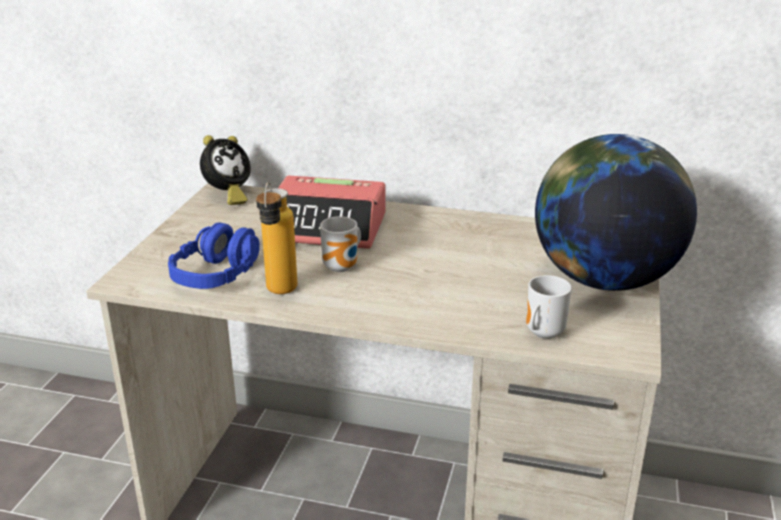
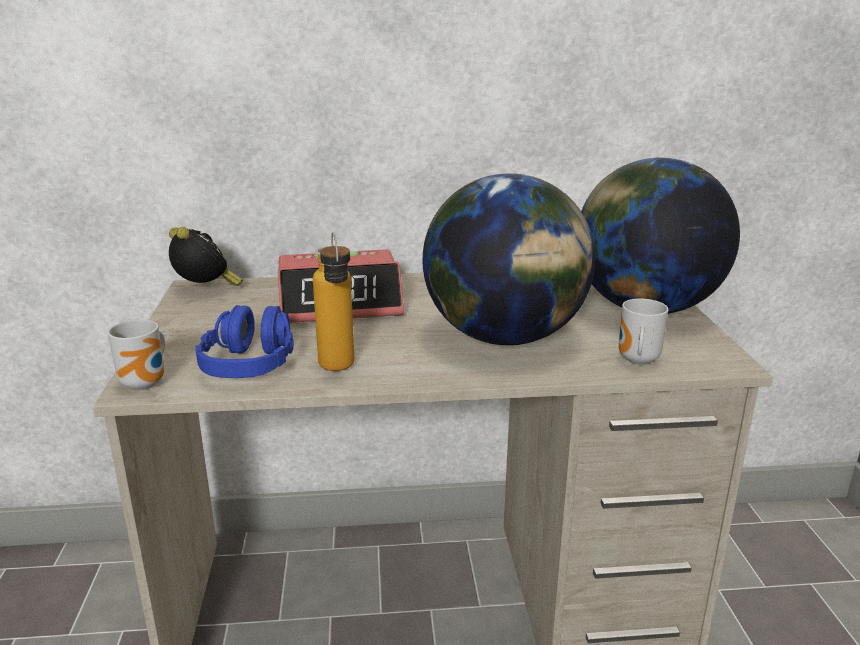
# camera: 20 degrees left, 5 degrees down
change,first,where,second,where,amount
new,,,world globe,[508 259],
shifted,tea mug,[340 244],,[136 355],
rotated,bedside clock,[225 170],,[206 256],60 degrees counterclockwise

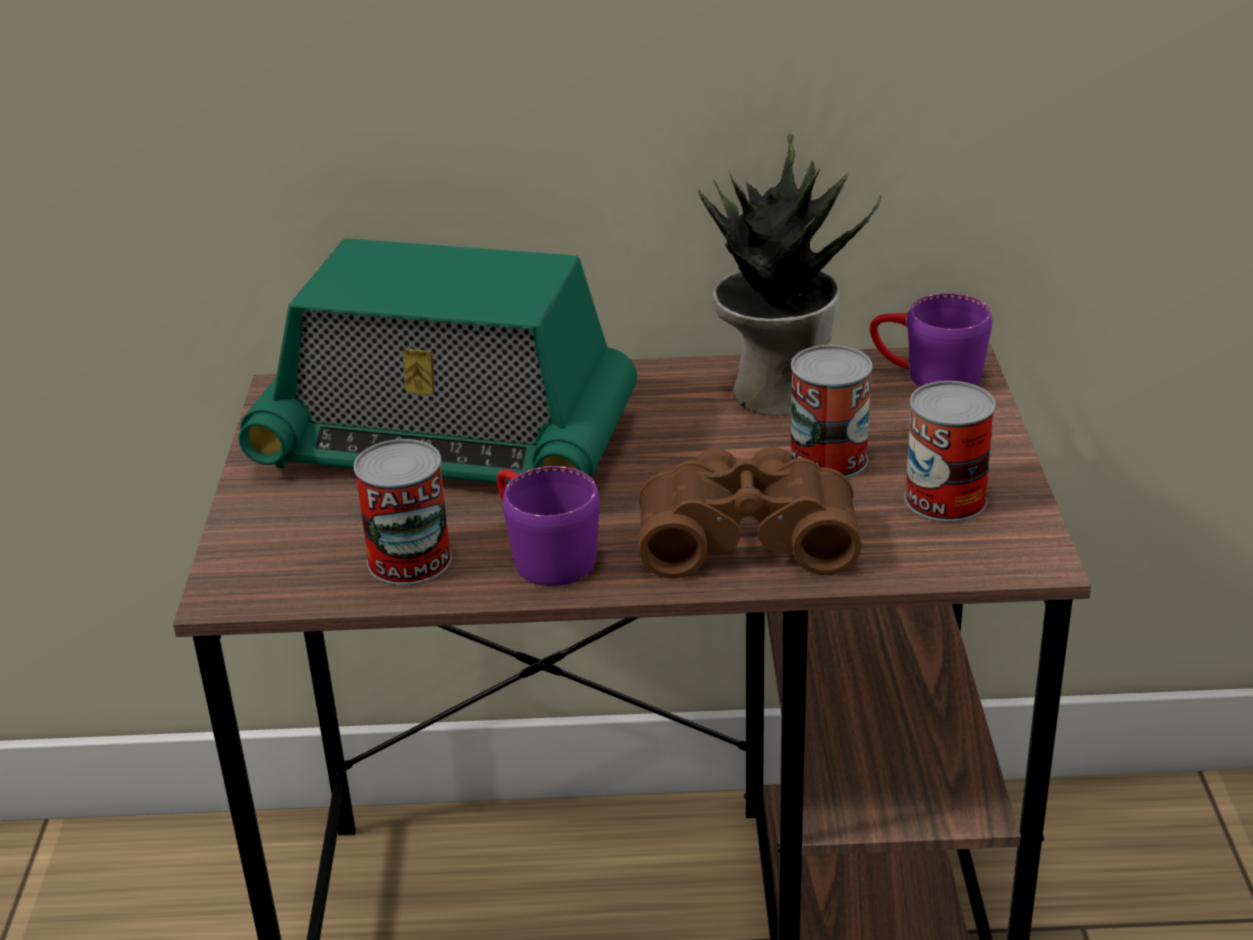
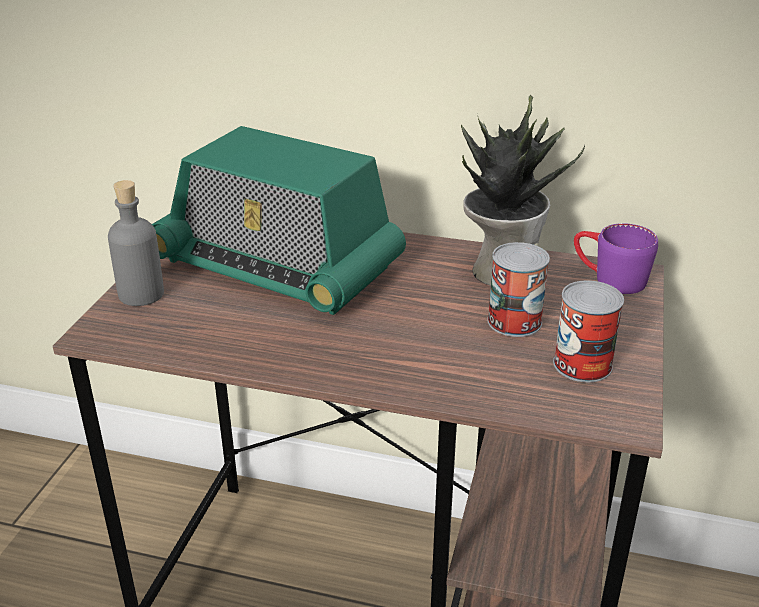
# camera: 15 degrees right, 0 degrees up
change,first,where,second,where,amount
gone,can,[403 512],,,
gone,purplish tea mug,[548 526],,,
gone,brown pair of binoculars,[750 512],,,
new,,,grey beverage bottle,[136 243],

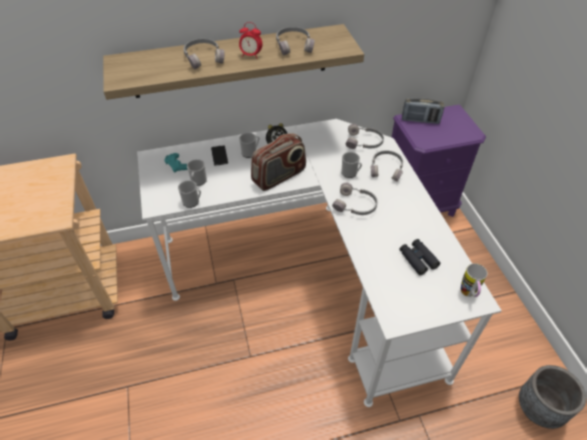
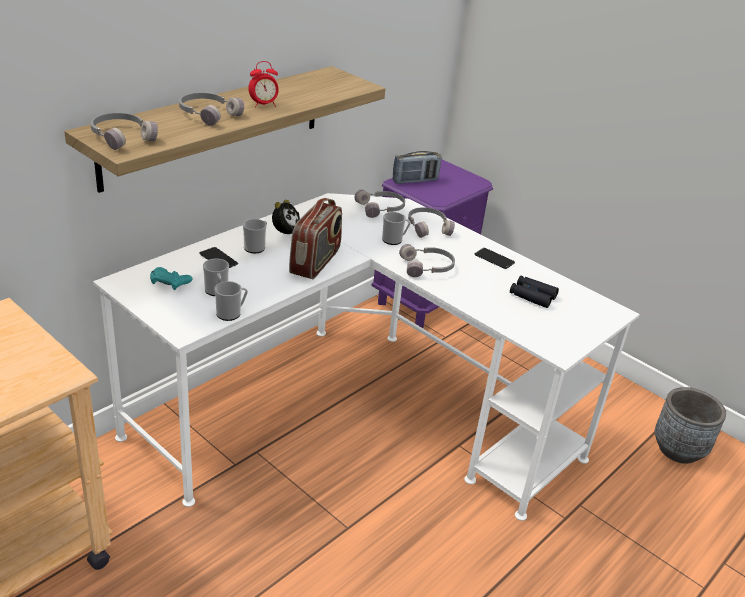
# camera: 35 degrees left, 15 degrees down
change,first,where,second,where,amount
gone,tea mug,[474 280],,,
new,,,telephone,[495 258],
shifted,grey headset,[295 41],,[124 131],

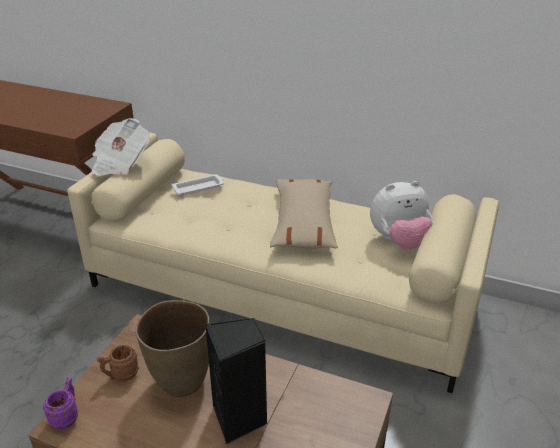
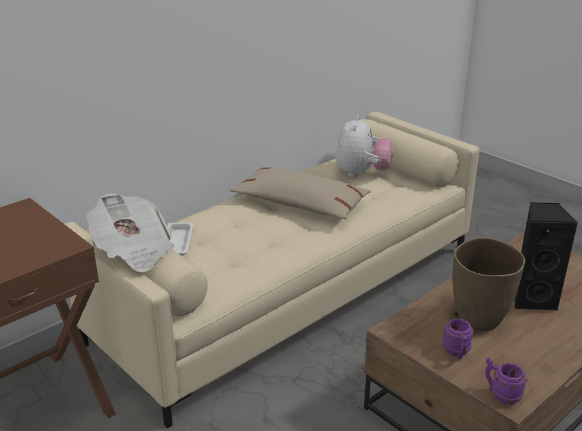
# camera: 65 degrees left, 5 degrees down
change,first,where,second,where,amount
repainted,brown tea mug,[118 363],purplish tea mug,[458 339],

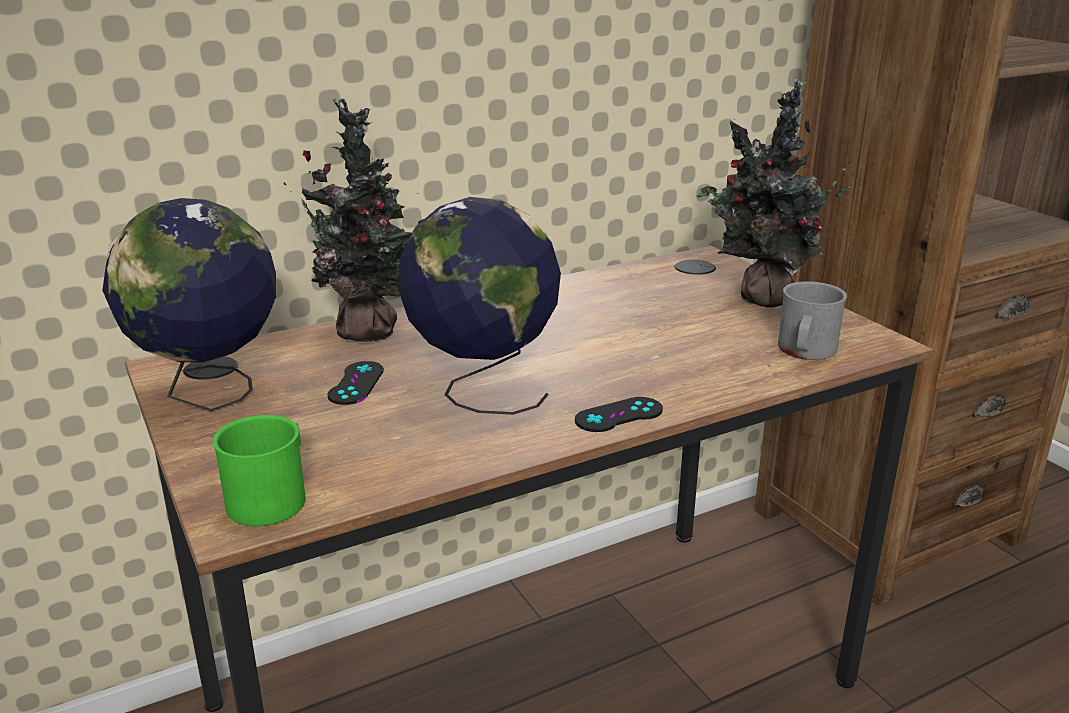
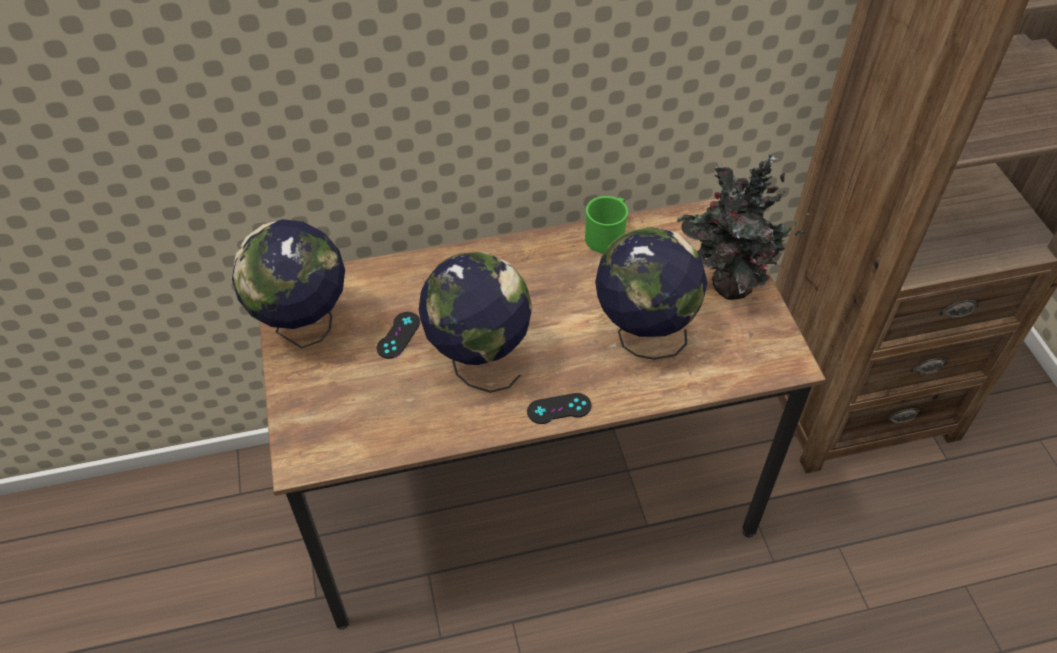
# camera: 15 degrees right, 25 degrees up
change,first,where,second,where,amount
gone,potted plant,[354 220],,,
gone,grey tea mug,[812 320],,,
new,,,world globe,[651 293],
shifted,greenish tea mug,[259 470],,[606 224],

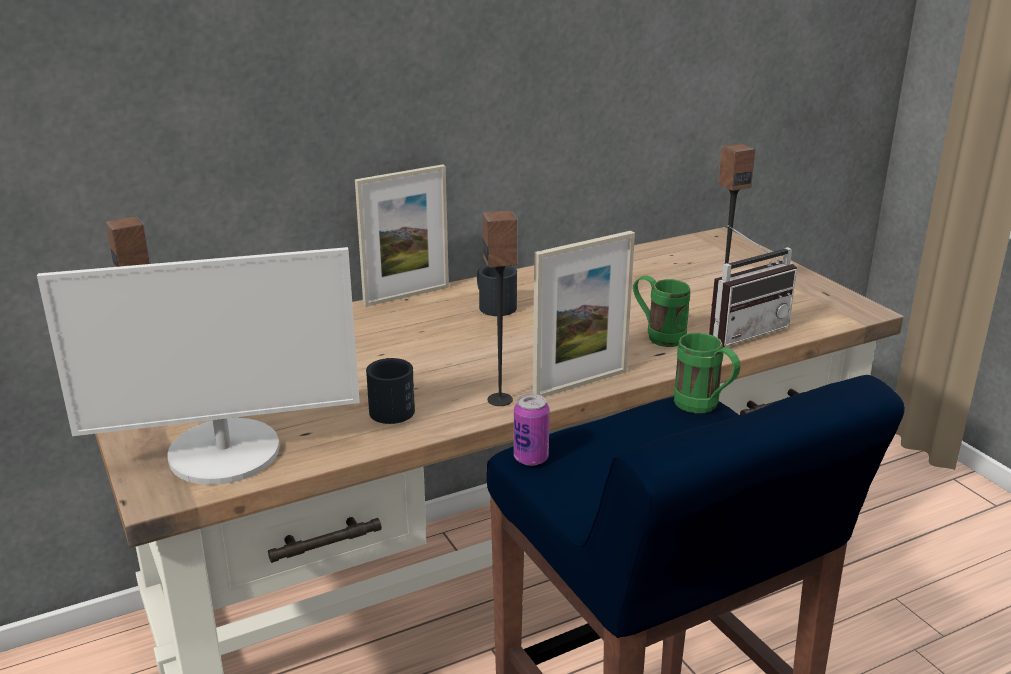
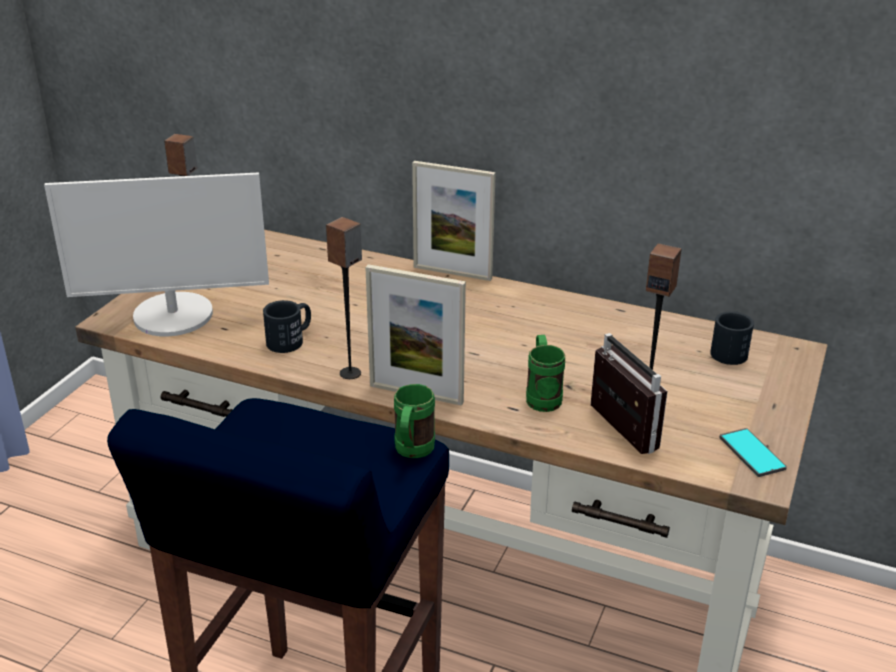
# camera: 50 degrees right, 5 degrees up
change,first,where,second,where,amount
gone,can,[532 430],,,
new,,,telephone,[753 452],
shifted,black-coloured tea mug,[497 290],,[732 338],
rotated,monitor,[198 366],,[156 254],45 degrees counterclockwise
rotated,radio set,[753 286],,[629 393],135 degrees counterclockwise

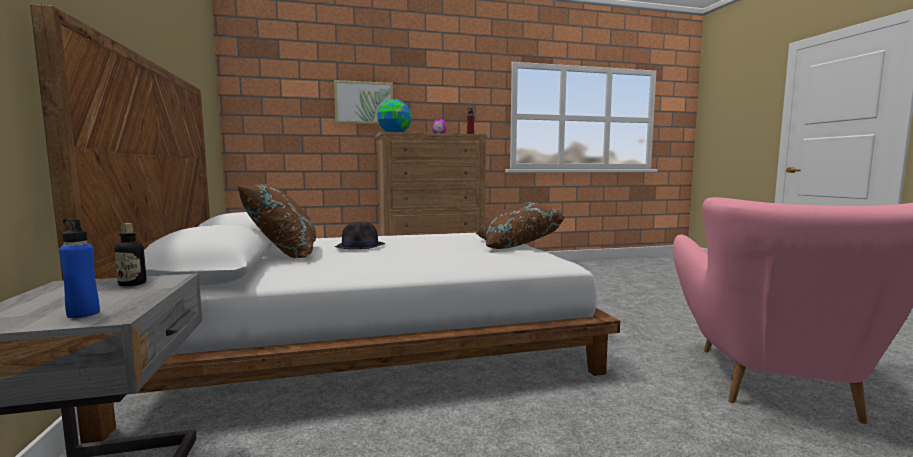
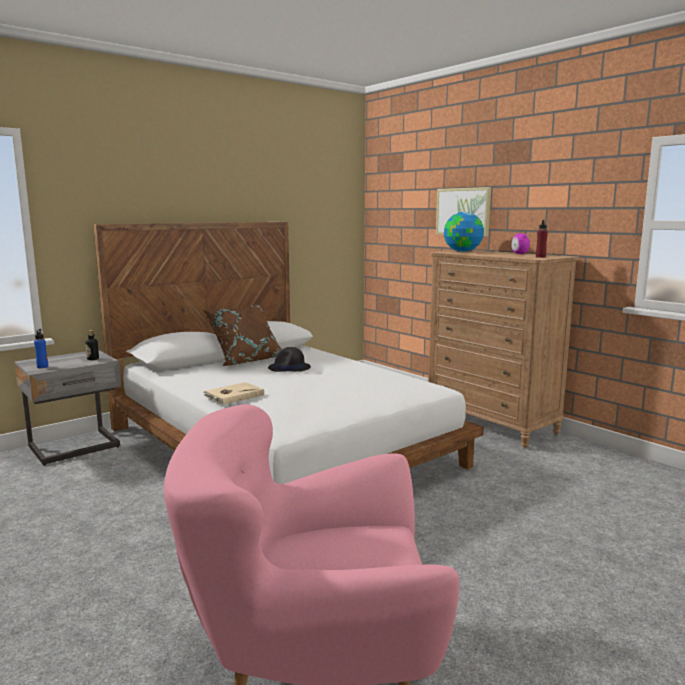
# camera: 65 degrees right, 5 degrees up
change,first,where,second,where,amount
gone,brown throw pillow,[520 225],,,
new,,,beige bound book,[233 393],

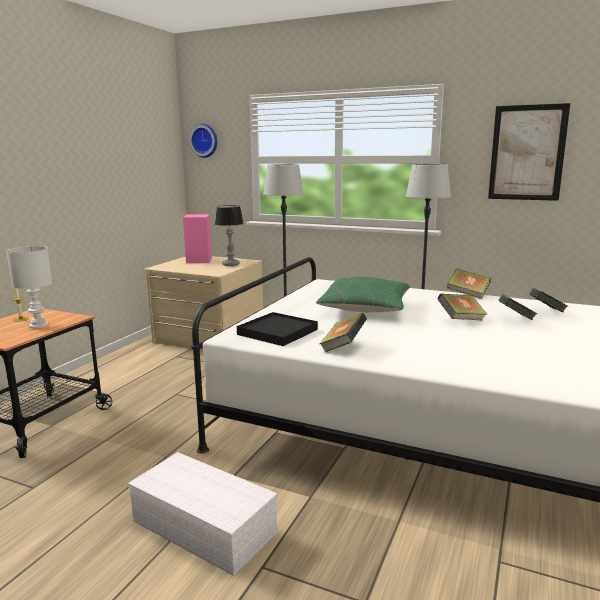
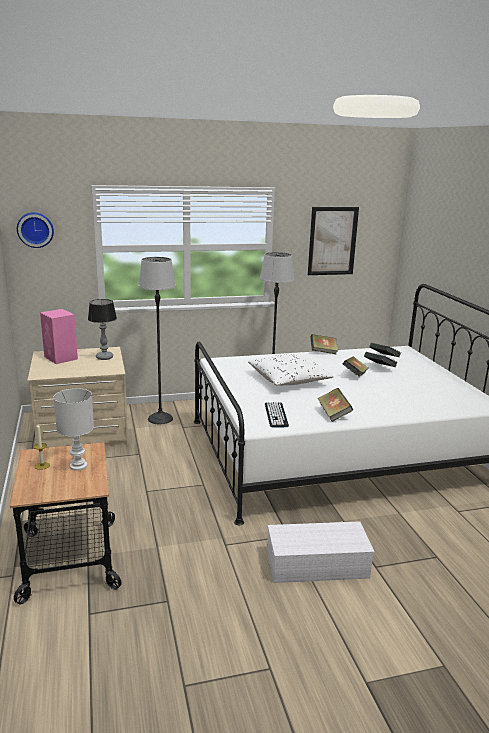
# camera: 40 degrees left, 5 degrees up
change,first,where,second,where,amount
swapped,black-coloured carrying tray,[277 329],computer keyboard,[277 414],
repainted,greenish throw pillow,[363 294],white throw pillow,[291 370],

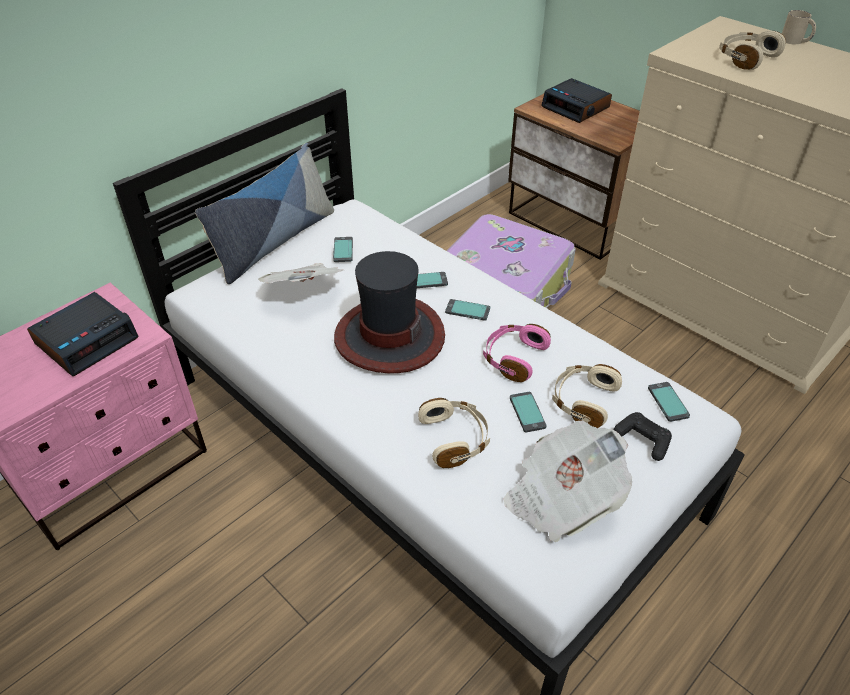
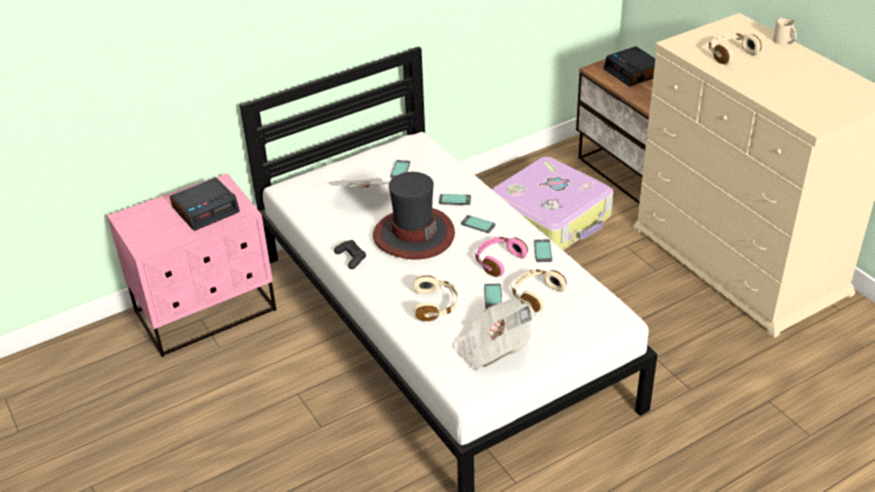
# camera: 15 degrees right, 5 degrees down
change,first,where,second,where,amount
gone,throw pillow,[264 213],,,
shifted,black-coloured gamepad,[643 436],,[350 254],
shifted,telephone,[669 402],,[543 250],

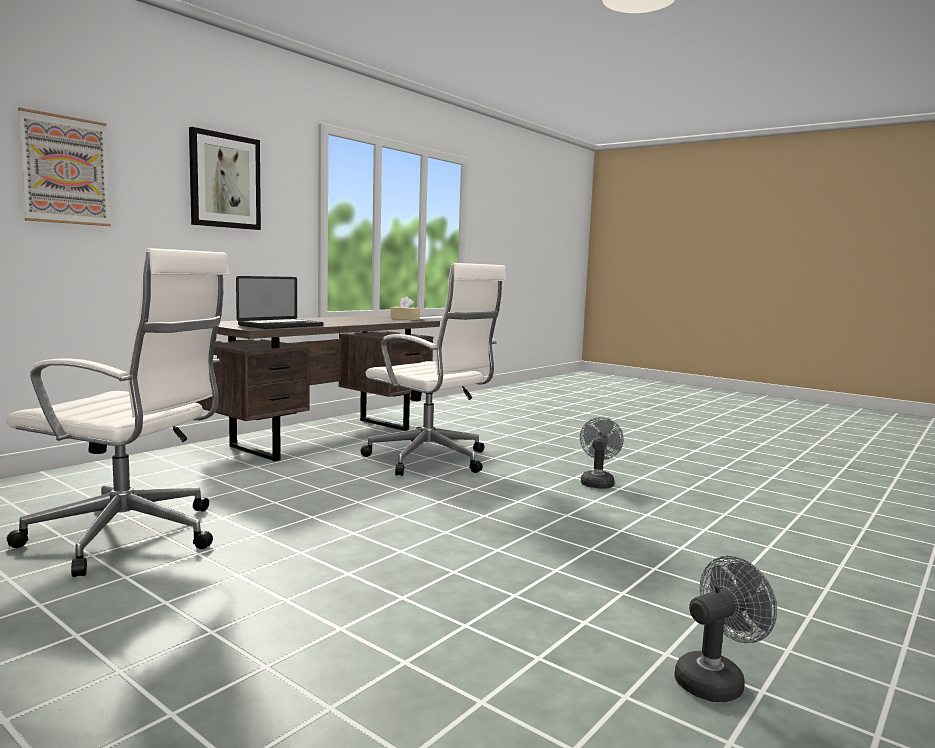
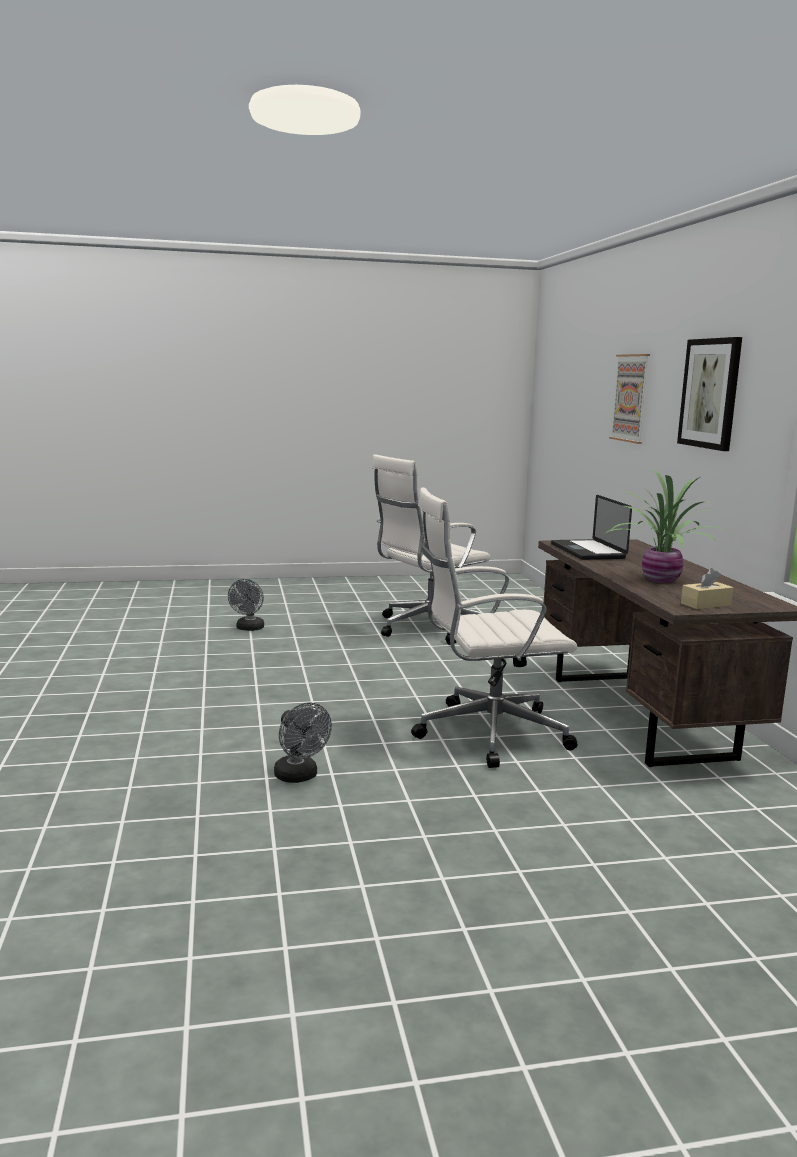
# camera: 130 degrees right, 5 degrees up
change,first,where,second,where,amount
new,,,potted plant,[663 526],
shifted,grey fan,[725 629],,[246 605],

